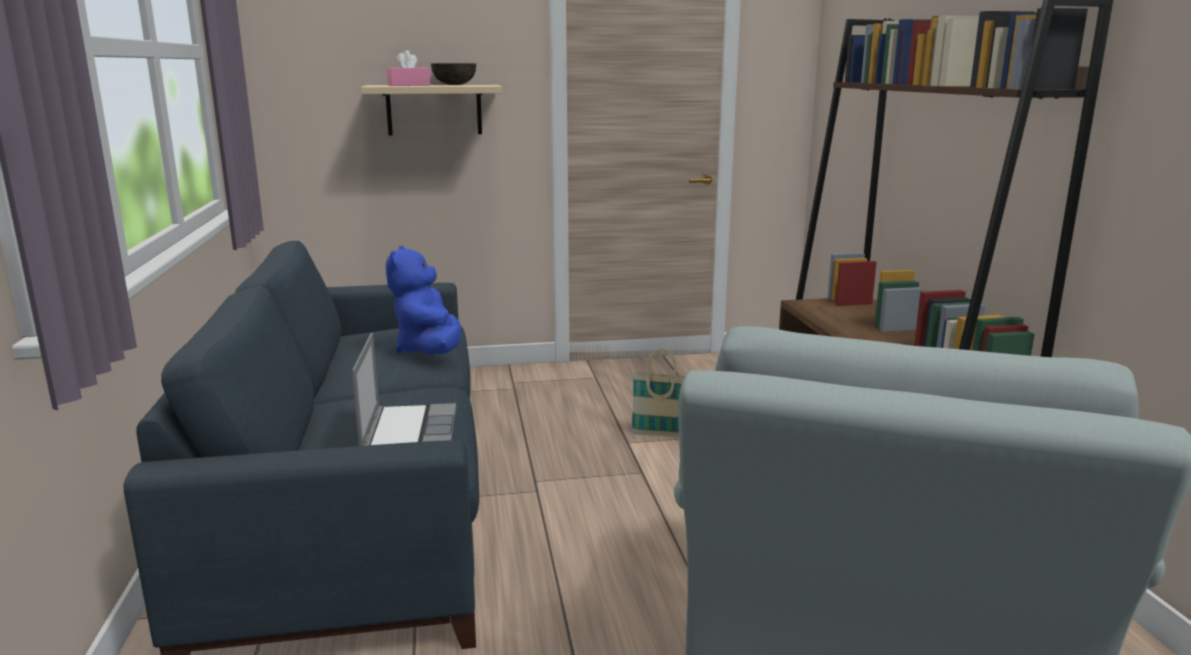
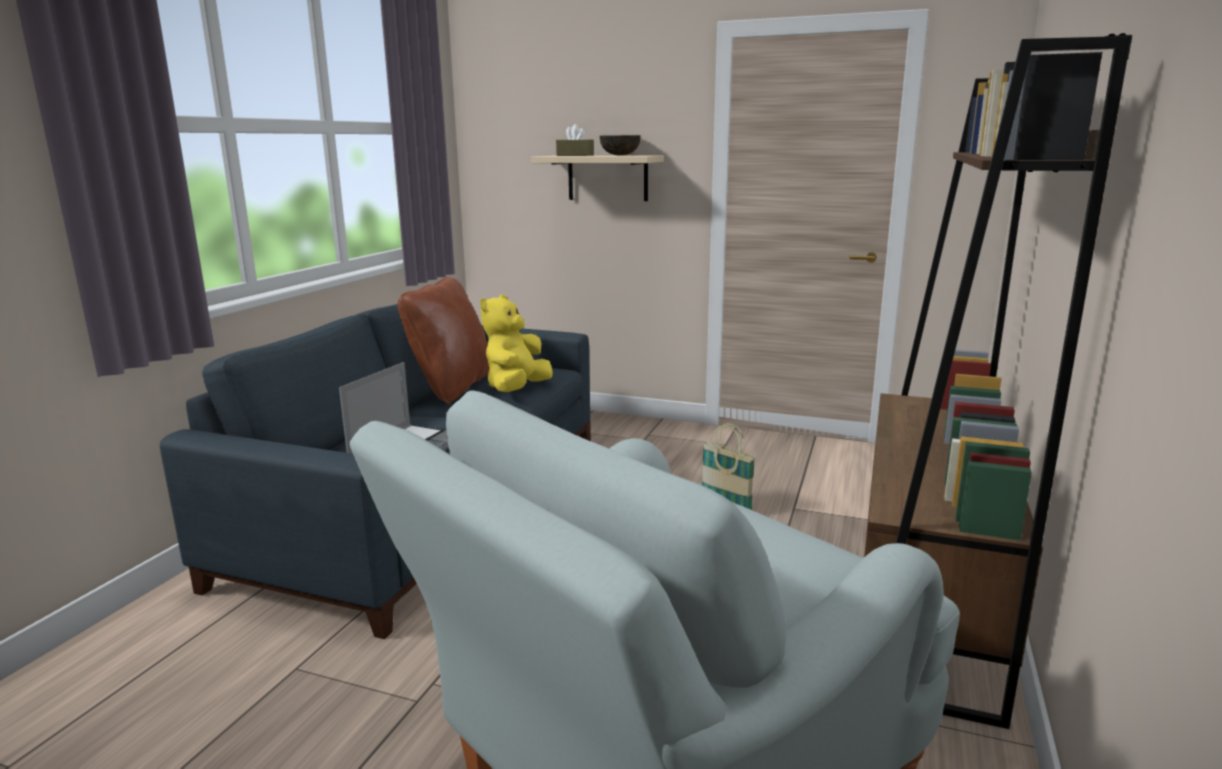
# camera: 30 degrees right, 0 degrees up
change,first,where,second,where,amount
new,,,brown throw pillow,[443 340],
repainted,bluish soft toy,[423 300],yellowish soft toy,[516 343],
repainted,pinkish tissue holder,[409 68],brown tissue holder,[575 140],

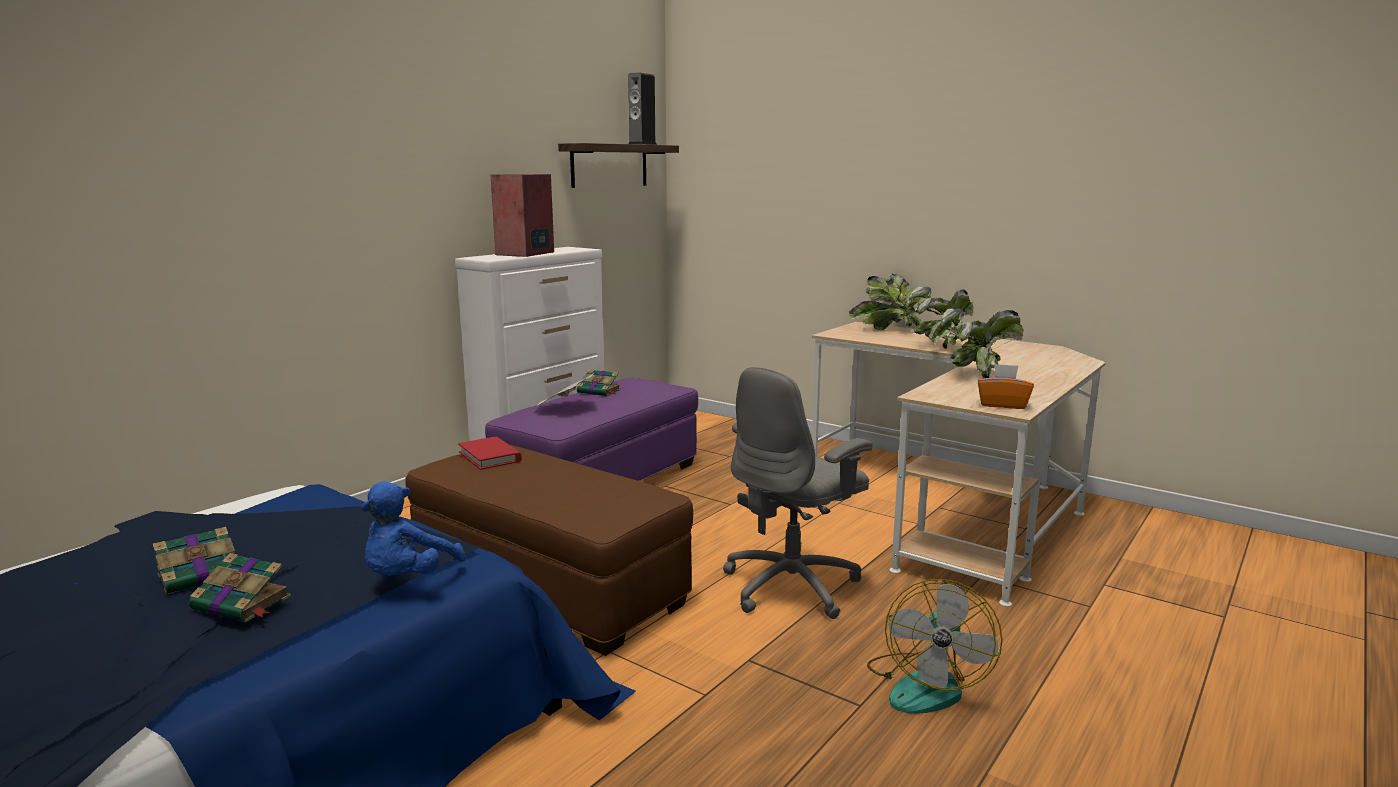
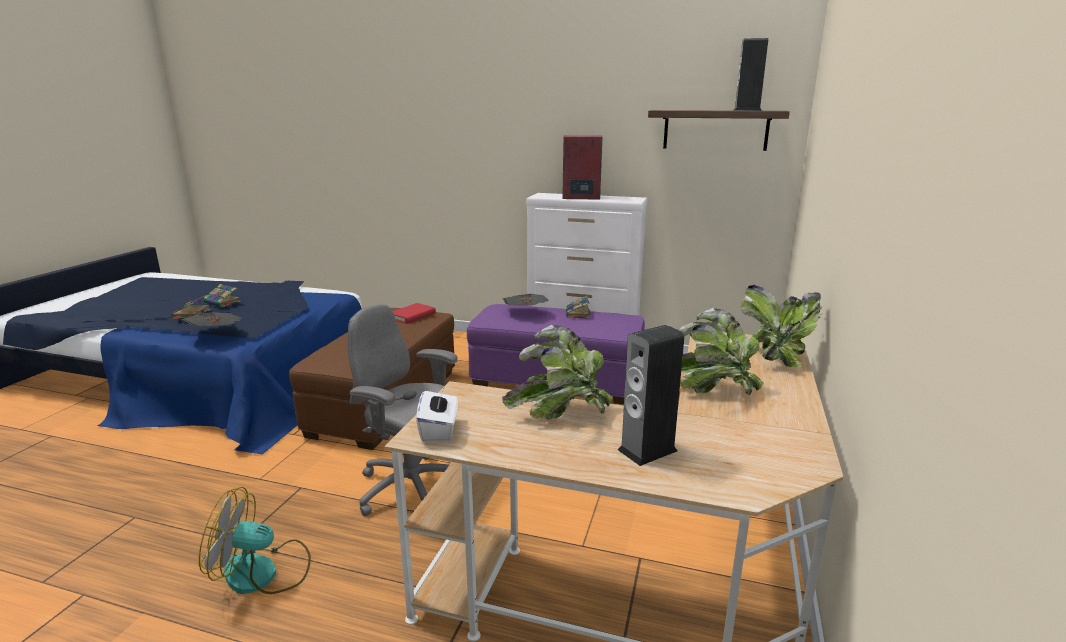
# camera: 70 degrees right, 5 degrees up
change,first,where,second,where,amount
new,,,loudspeaker,[651 395],
swapped,bluish soft toy,[413 528],printed paper,[211 319],
repainted,orangey tissue holder,[1006 386],white tissue holder,[437 414],

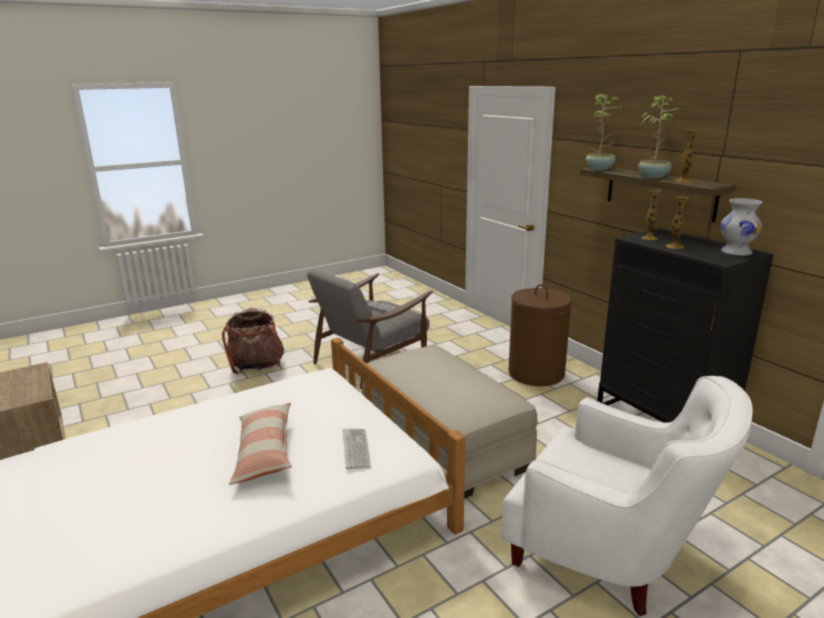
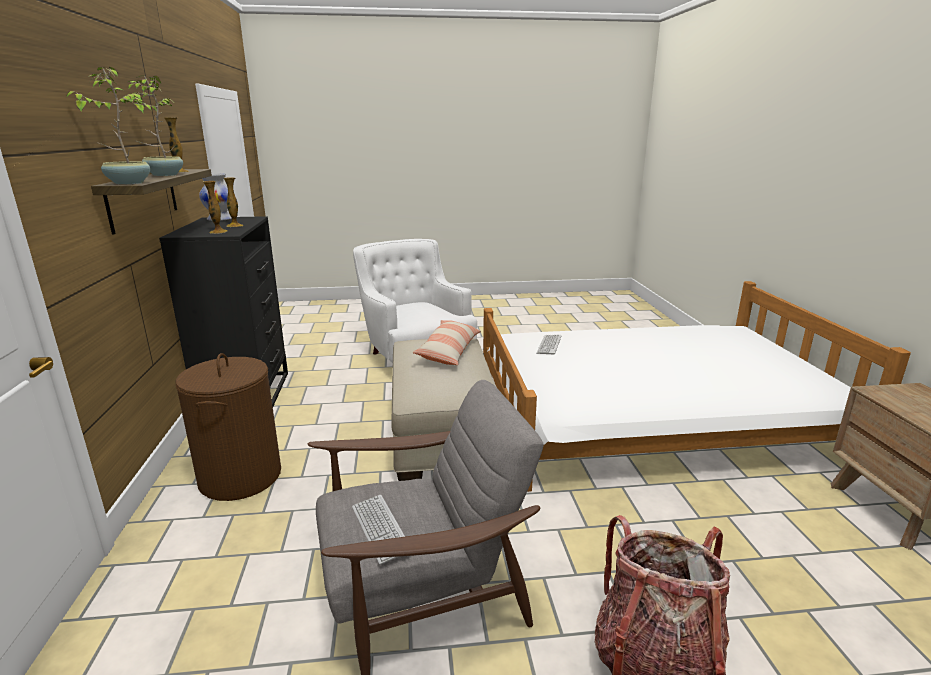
# camera: 155 degrees left, 0 degrees up
change,first,where,second,where,amount
shifted,throw pillow,[260 444],,[447 342],

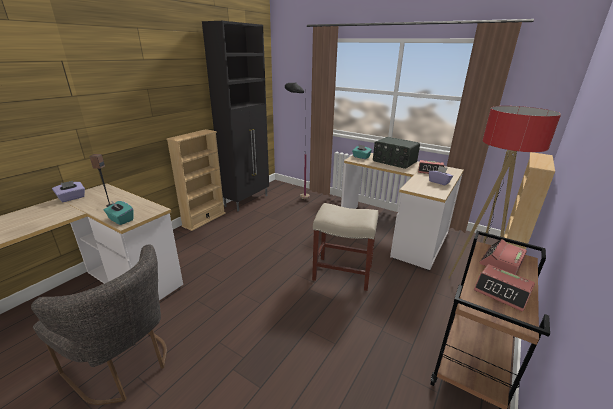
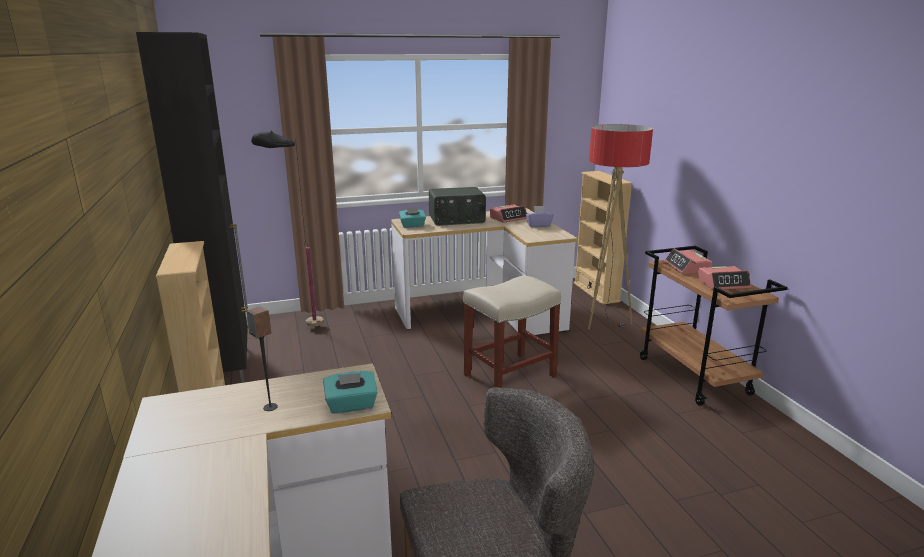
# camera: 50 degrees left, 5 degrees down
change,first,where,second,where,amount
gone,purplish tissue holder,[68 191],,,

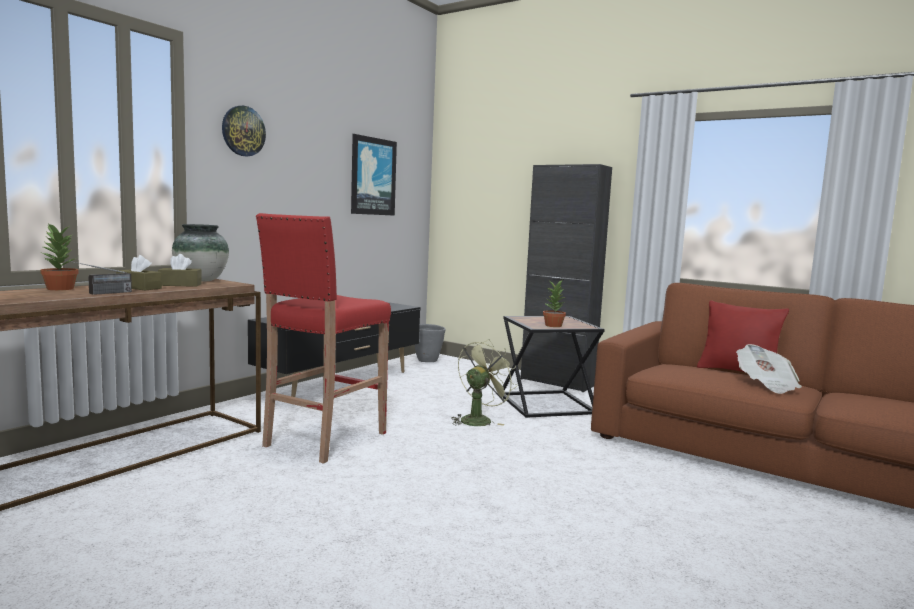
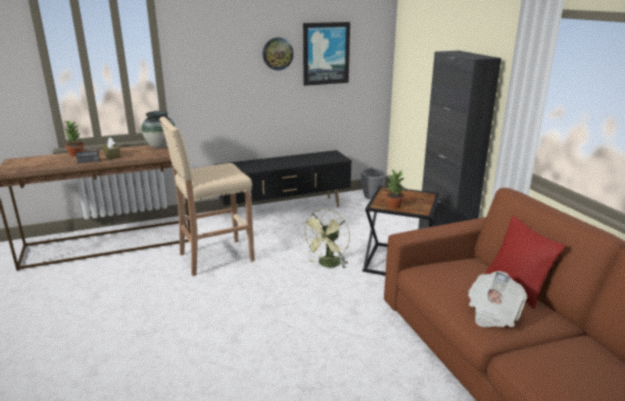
# camera: 35 degrees right, 15 degrees up
change,first,where,second,where,amount
gone,brown tissue holder,[180 270],,,
shifted,hanging clock,[244 131],,[278 53],
repainted,reddish stool seat,[323 338],beige stool seat,[207 196],
rotated,greenish fan,[484 382],,[325 238],135 degrees clockwise

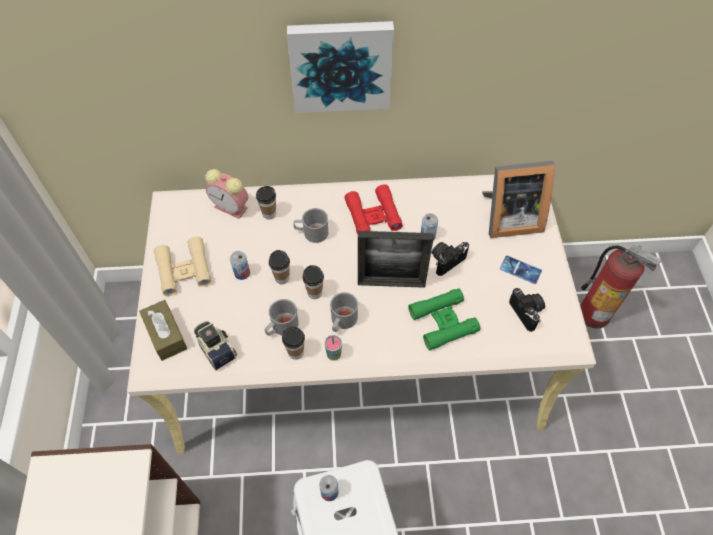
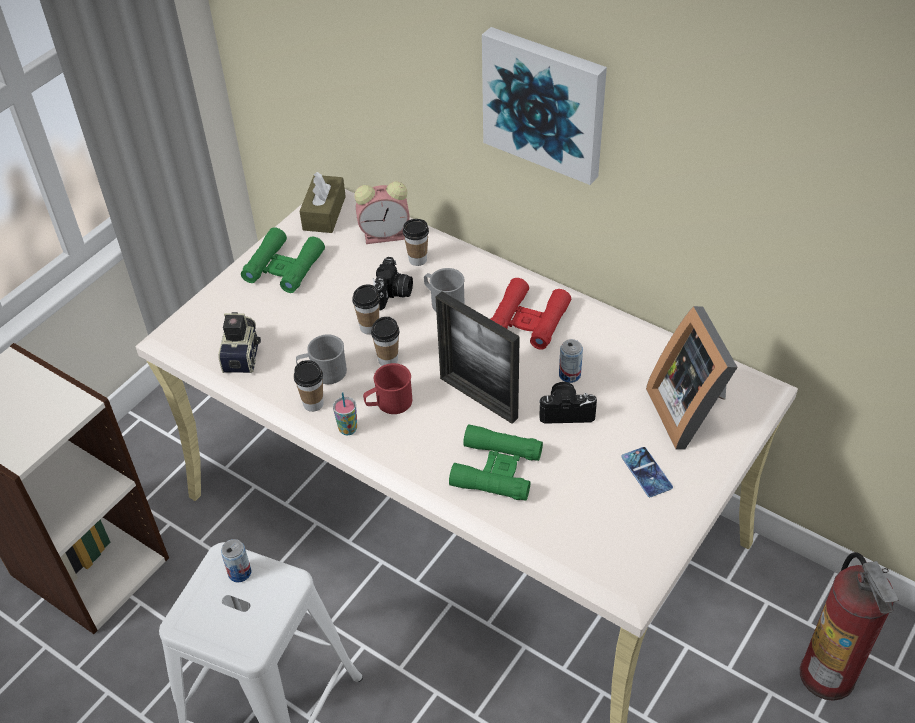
# camera: 40 degrees right, 10 degrees down
change,first,where,second,where,amount
gone,can,[240 265],,,
shifted,brown tissue holder,[163 330],,[322 202],
shifted,photo camera,[527 310],,[393 283],
repainted,beige pair of binoculars,[182 266],greenish pair of binoculars,[283 260],
repainted,grey tea mug,[344 312],reddish tea mug,[387 388],
rotated,bedside clock,[226 194],,[382 212],75 degrees counterclockwise
rotated,picture frame,[518 199],,[692 377],45 degrees clockwise

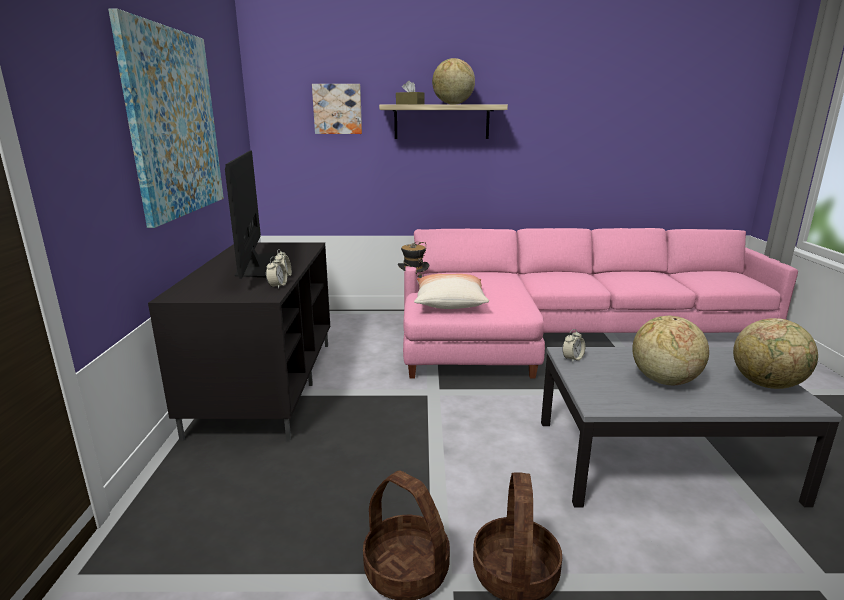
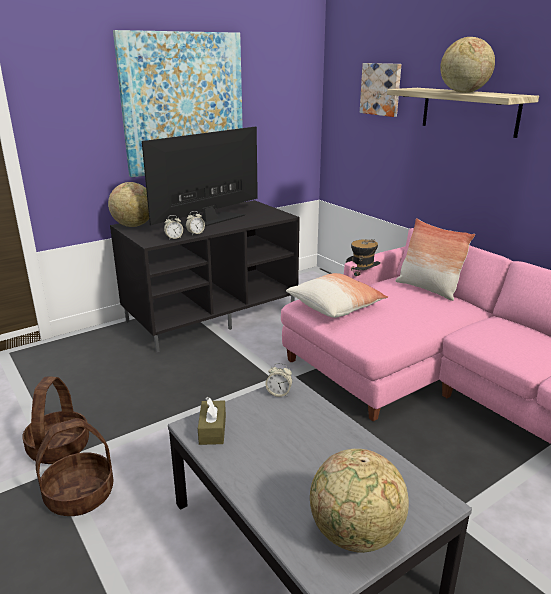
# camera: 55 degrees right, 5 degrees up
change,first,where,second,where,amount
new,,,throw pillow,[435 259],
shifted,brown tissue holder,[410 93],,[212 421],
shifted,world globe,[670 350],,[128 204],

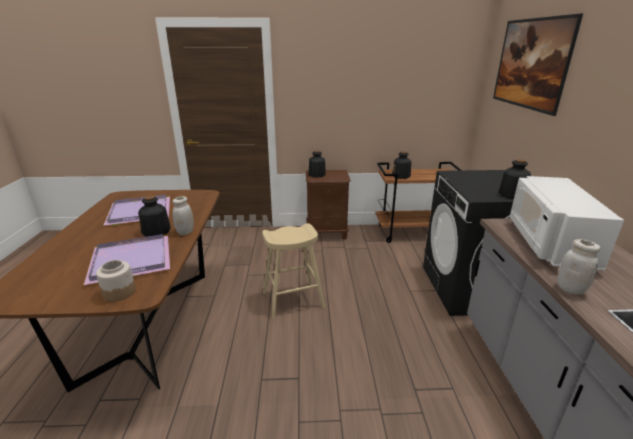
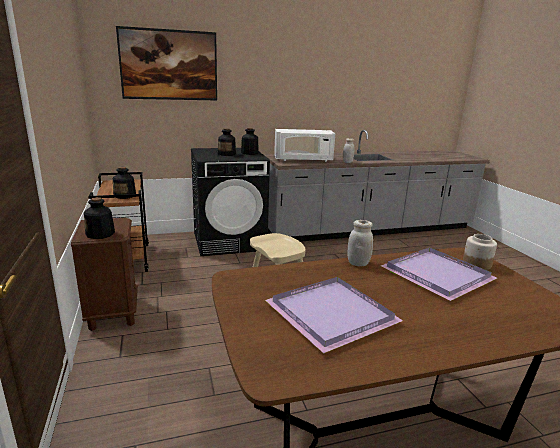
# camera: 105 degrees left, 5 degrees down
change,first,where,second,where,amount
shifted,beverage bottle,[154 216],,[227 142],

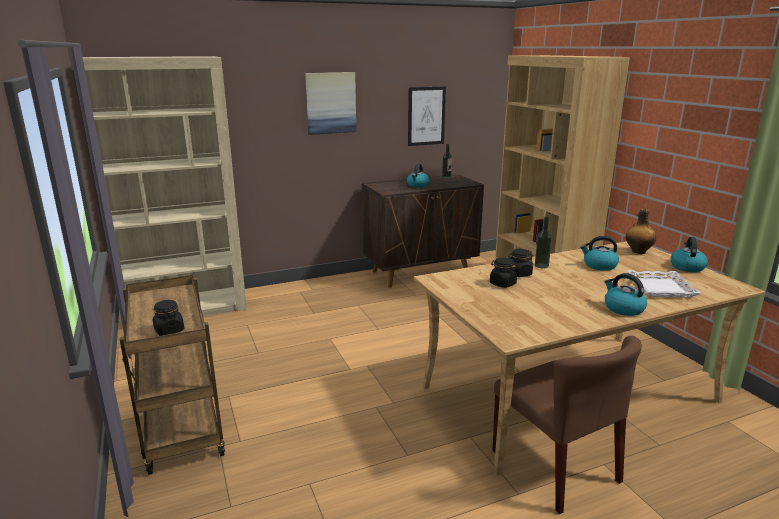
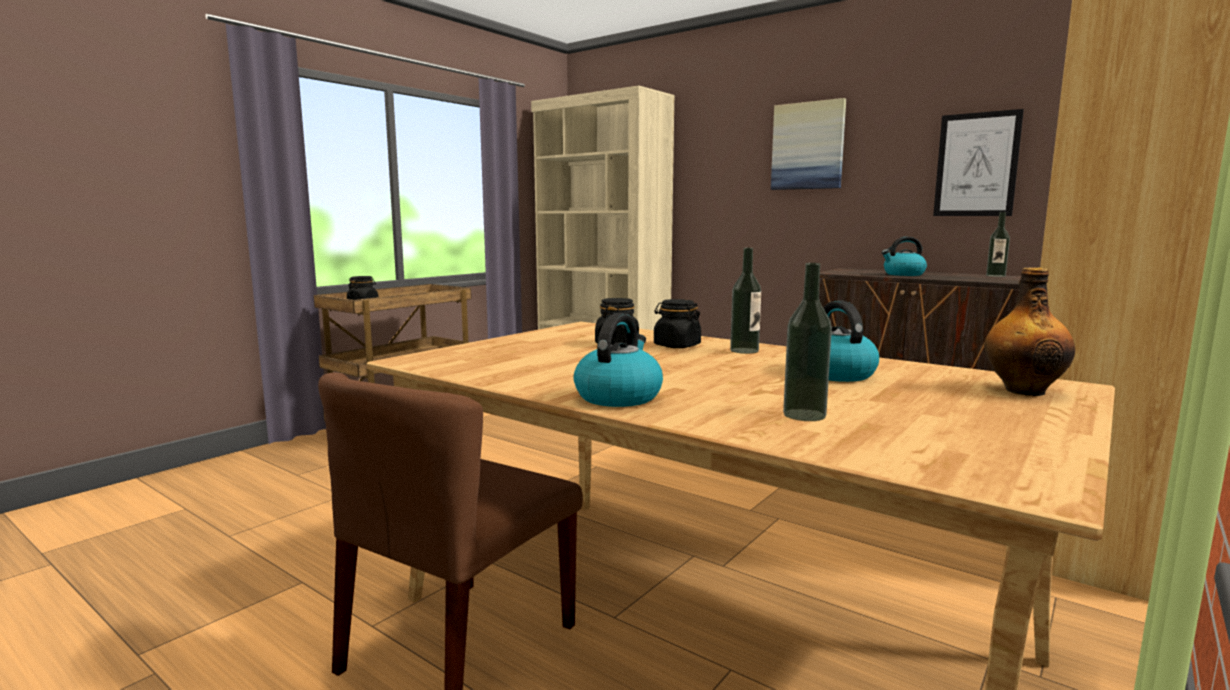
# camera: 60 degrees right, 10 degrees down
change,first,where,second,where,amount
gone,water kettle,[689 254],,,
swapped,white carrying tray,[664 283],beverage bottle,[807 342],

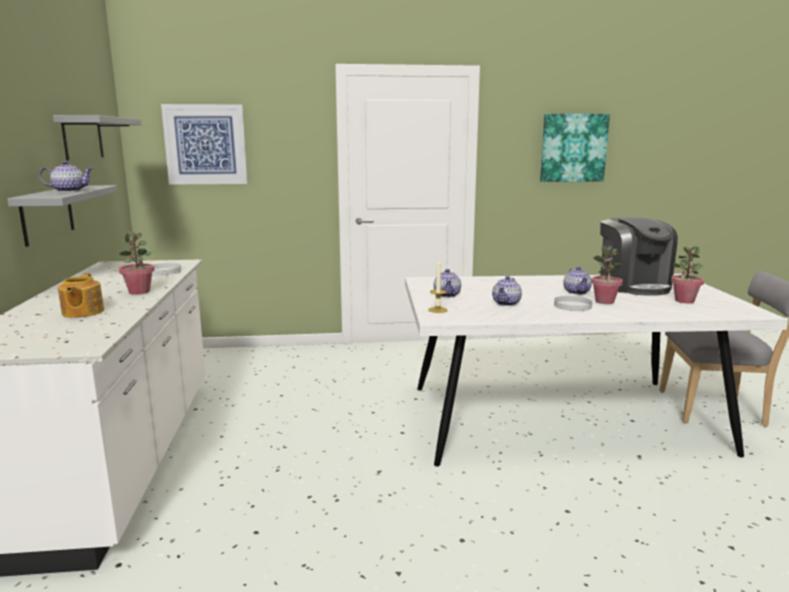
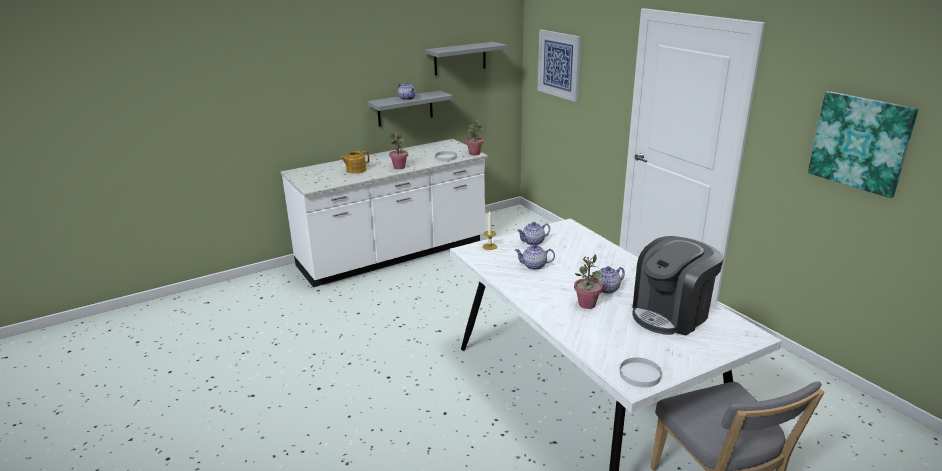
# camera: 65 degrees right, 10 degrees up
change,first,where,second,where,amount
shifted,white flat dish,[573 303],,[641 373],
shifted,potted plant,[687 274],,[475 137],

